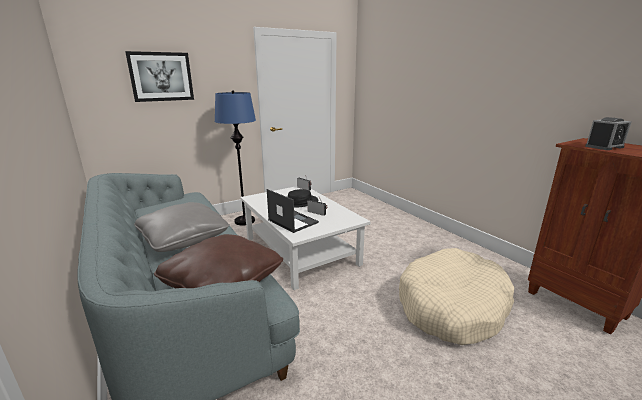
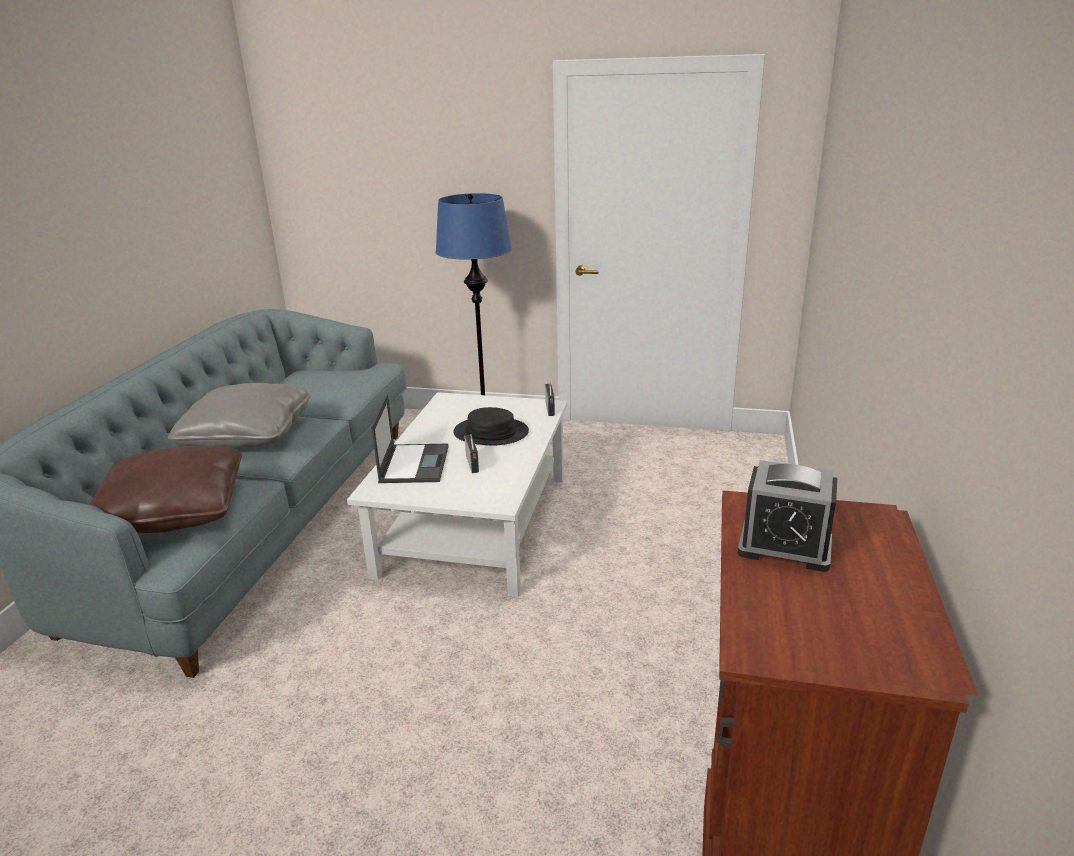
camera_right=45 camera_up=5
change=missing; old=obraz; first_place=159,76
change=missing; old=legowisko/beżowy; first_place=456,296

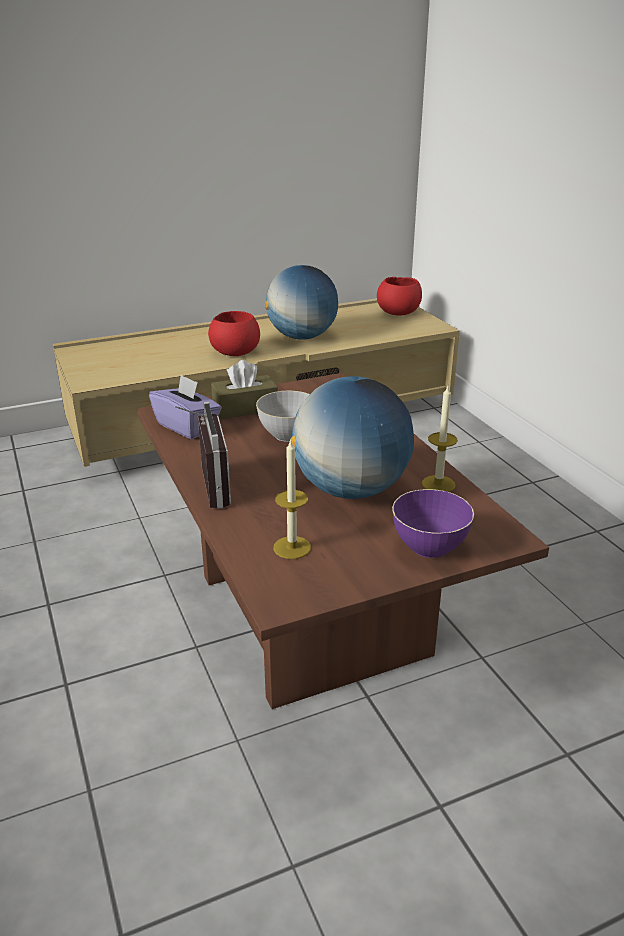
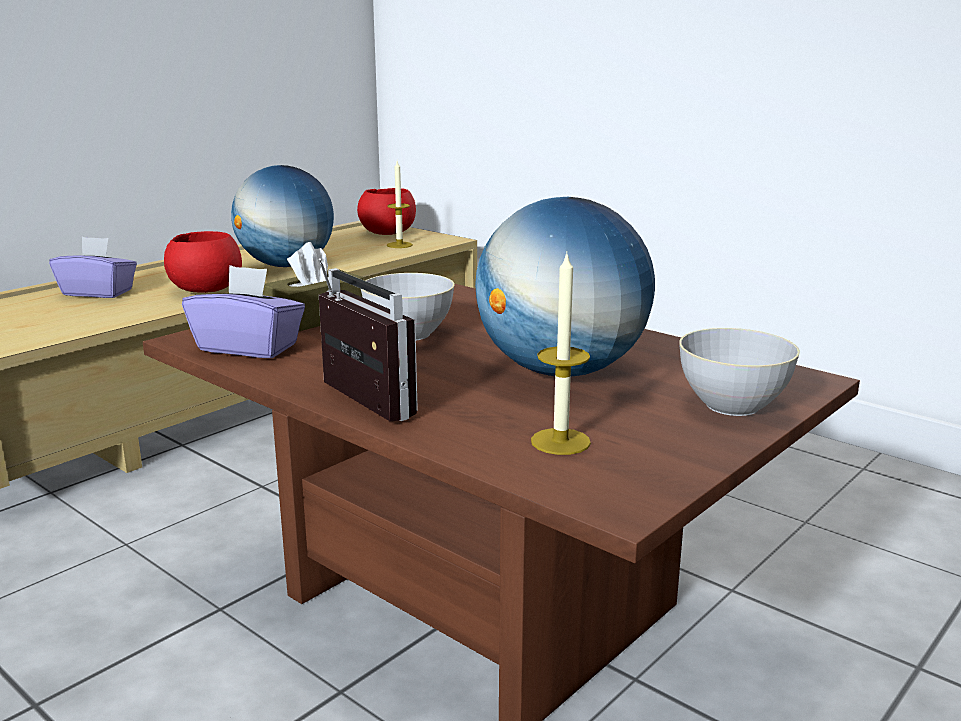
camera_right=-25 camera_up=-10
change=relocated; old=świeca; first_place=440,439; second_place=400,204
change=colour; old=miska/fioletowy; new=miska/szary; first_place=433,523; second_place=739,372
change=appeared; new=pudełko chusteczek/fioletowy; second_place=93,267

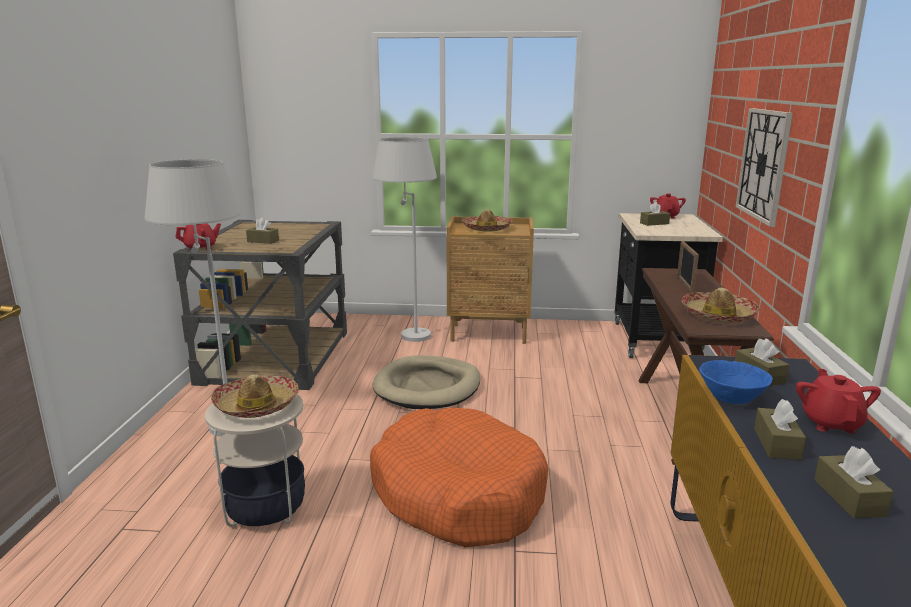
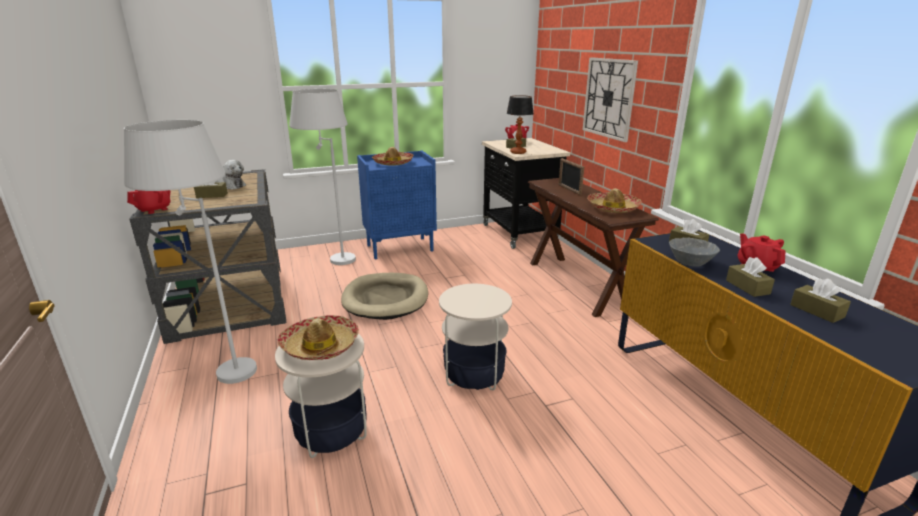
camera_right=-25 camera_up=5
change=colour; old=szafka/brązowy; new=szafka/niebieski; first_place=490,280; second_place=397,204
change=colour; old=miska/niebieski; new=miska/szary; first_place=736,382; second_place=694,252
change=exchanged; old=legowisko/pomarańczowy; new=stolik/beżowy; first_place=459,477; second_place=475,337
change=appeared; new=lampa stołowa; second_place=520,124
change=appeared; new=pluszak; second_place=230,175

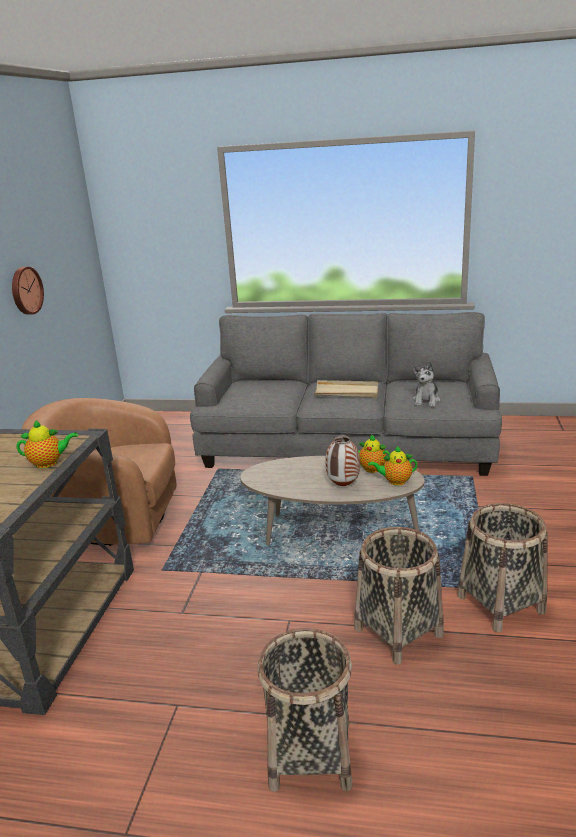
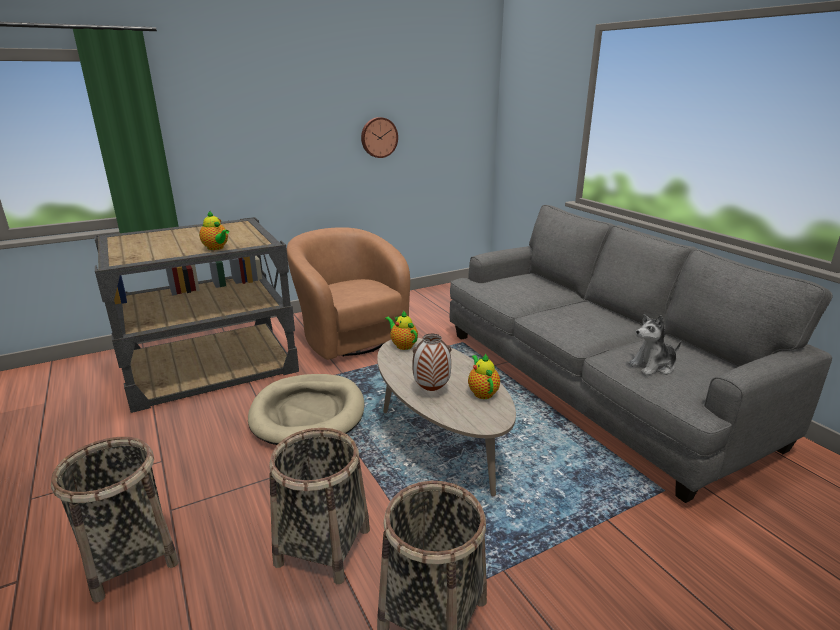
camera_right=50 camera_up=0
change=missing; old=taca/beżowy; first_place=346,389
change=relocated; old=imbryk; first_place=393,465; second_place=401,330
change=appeared; new=legowisko/beżowy; second_place=306,409

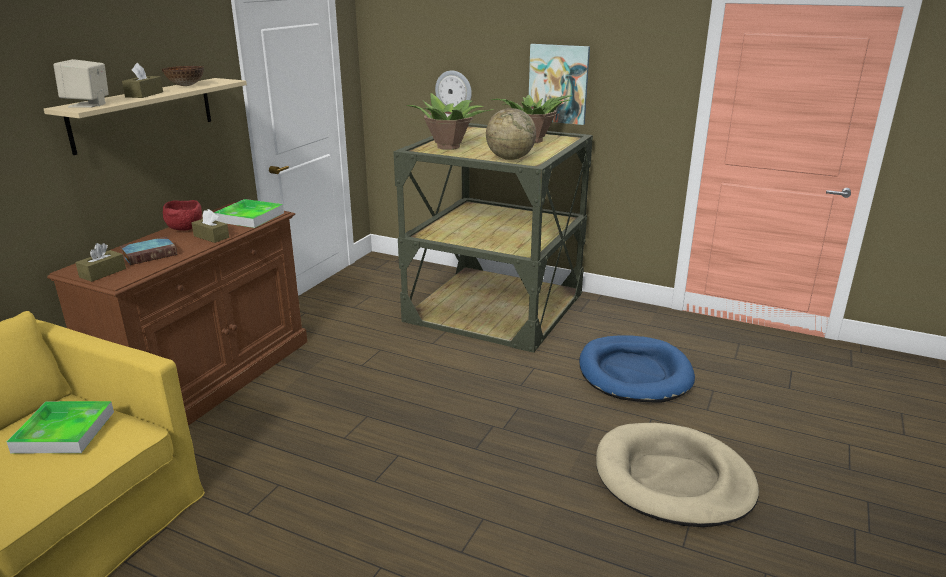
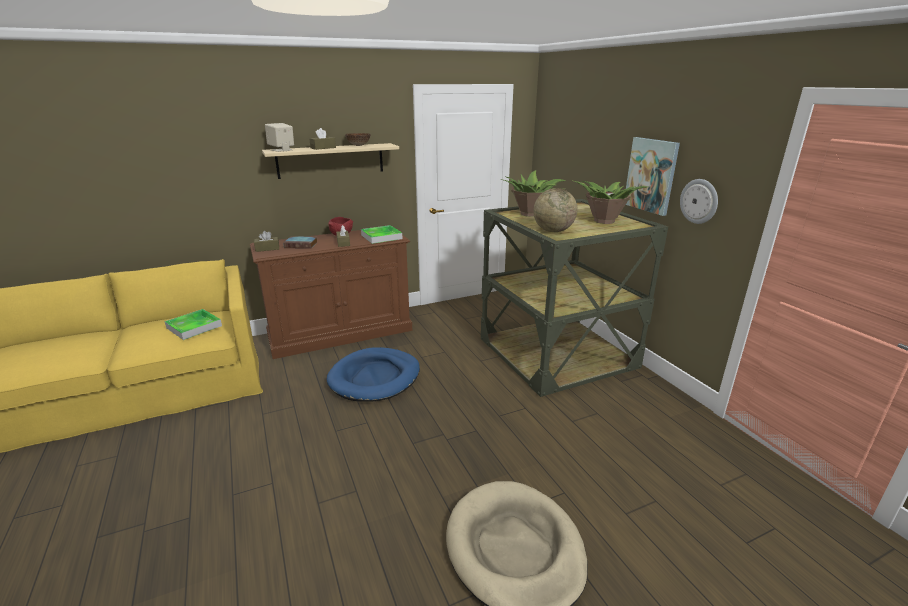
camera_right=40 camera_up=0
change=relocated; old=zegar ścienny; first_place=453,89; second_place=699,201
change=relocated; old=legowisko/niebieski; first_place=637,369; second_place=373,374

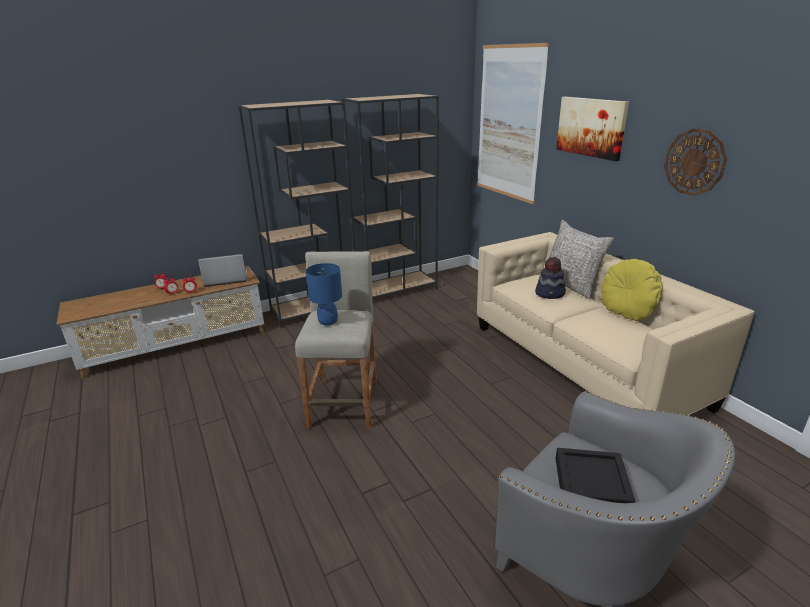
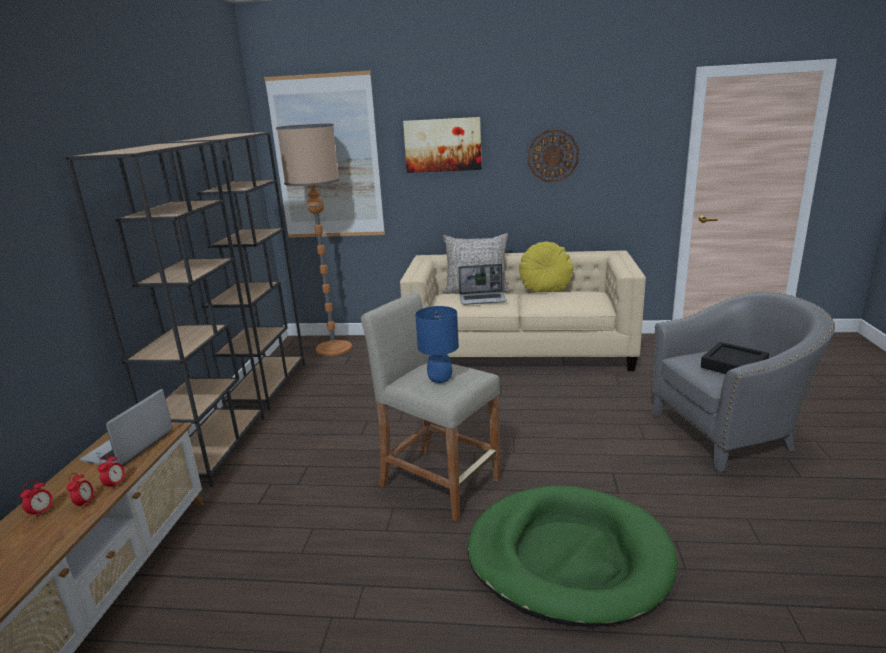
camera_right=-55 camera_up=-5
change=exchanged; old=kapelusz; new=laptop; first_place=550,278; second_place=482,284
change=appeared; new=lampa stojąca; second_place=314,239
change=appeared; new=legowisko/zielony; second_place=573,556

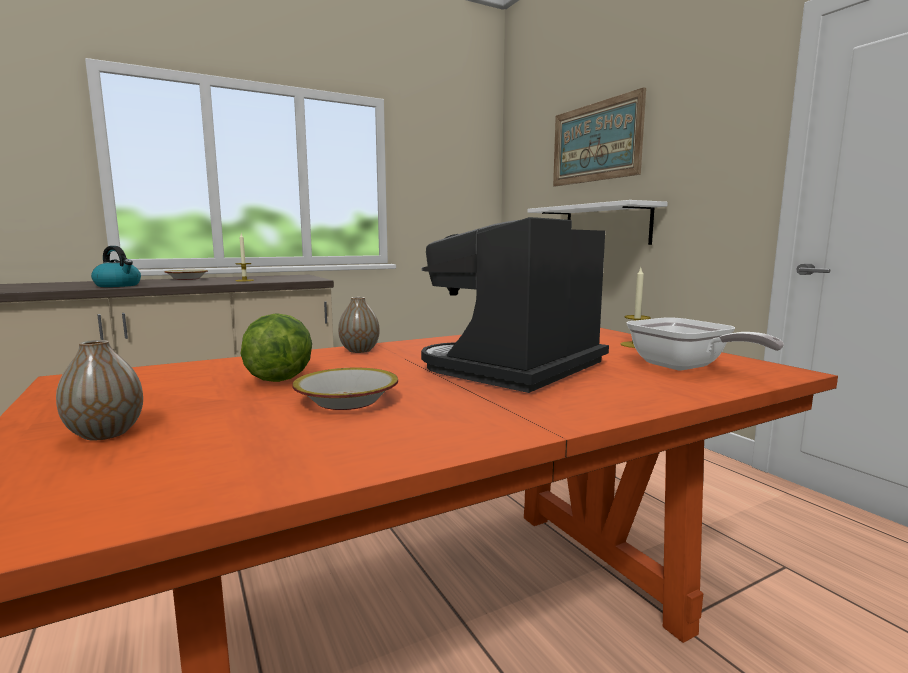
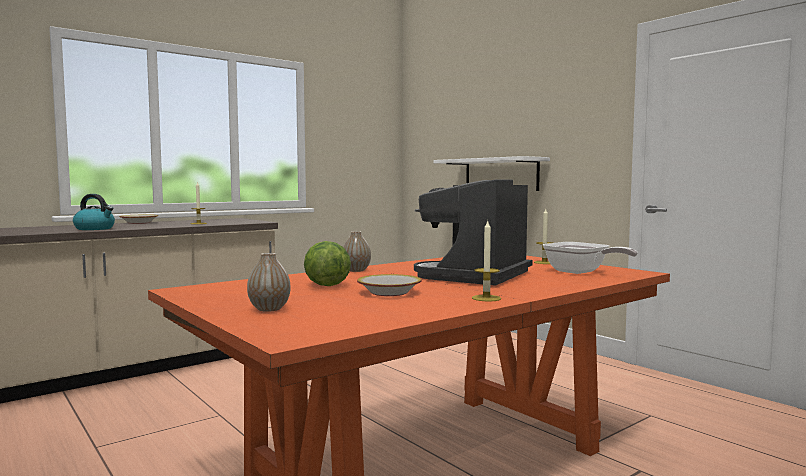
camera_right=-10 camera_up=-5
change=missing; old=obraz; first_place=599,137
change=appeared; new=świeca; second_place=486,261

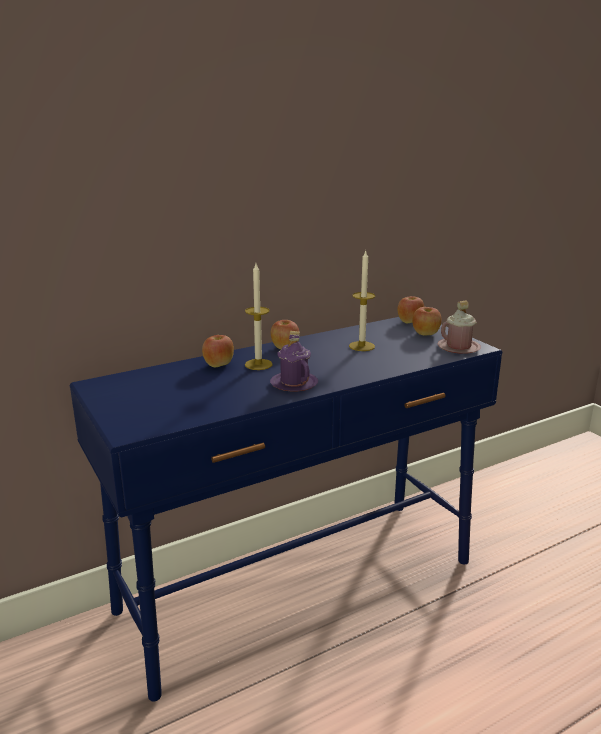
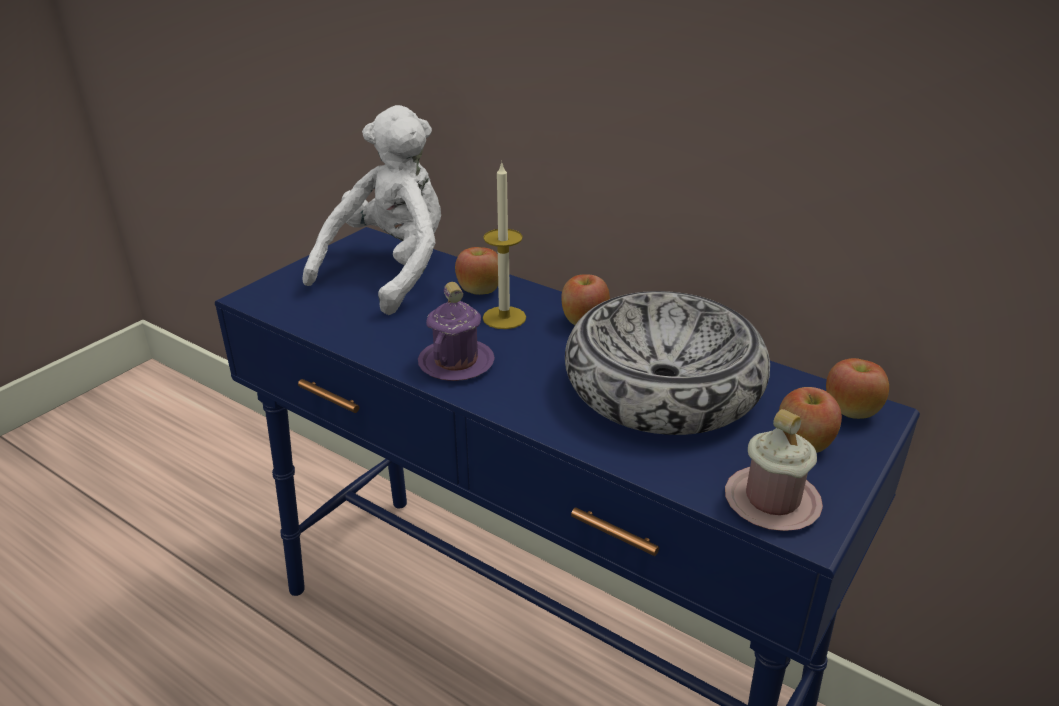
camera_right=65 camera_up=10
change=exchanged; old=świeca; new=miska; first_place=362,301; second_place=667,363
change=appeared; new=pluszak/biały; second_place=371,210

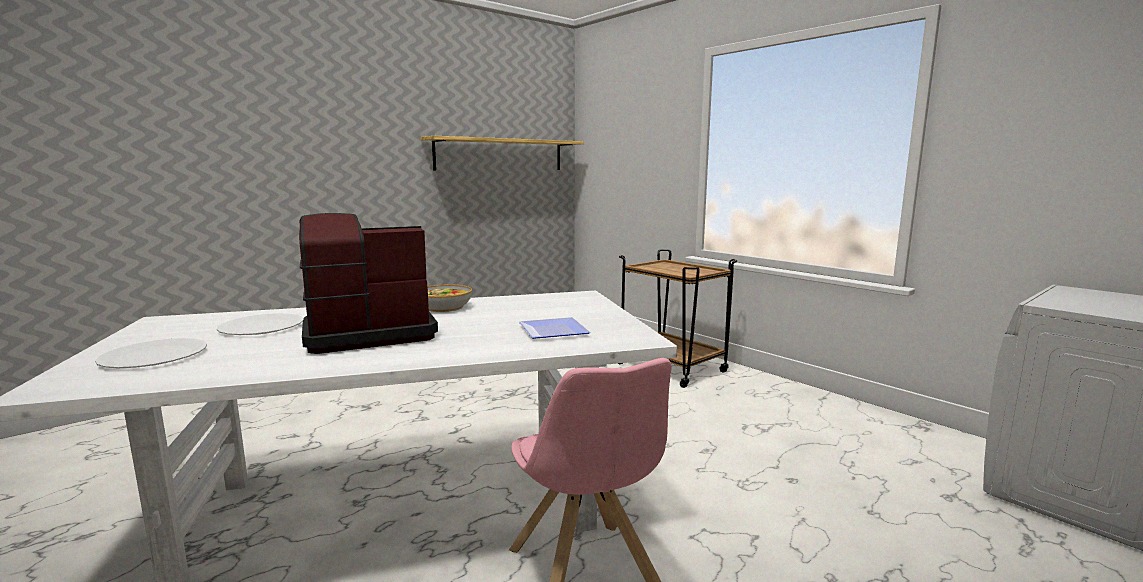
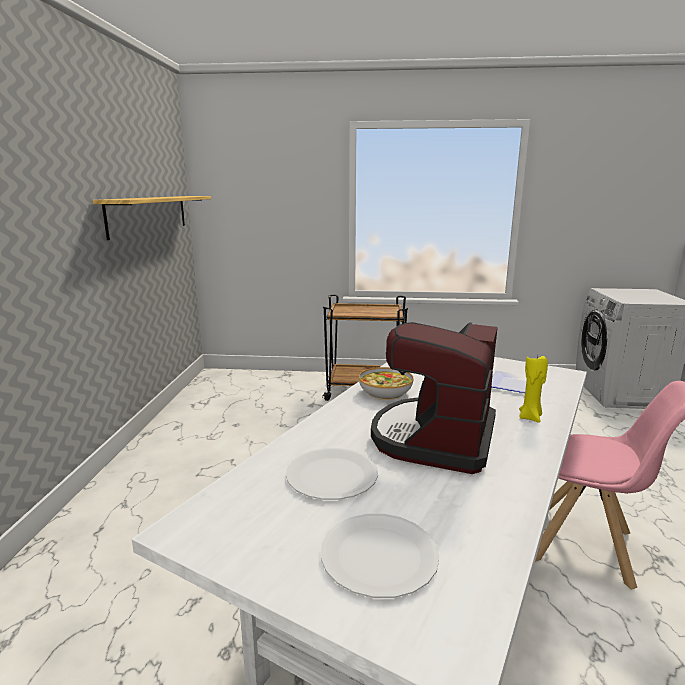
camera_right=-45 camera_up=5
change=appeared; new=świeca/żółty; second_place=533,389

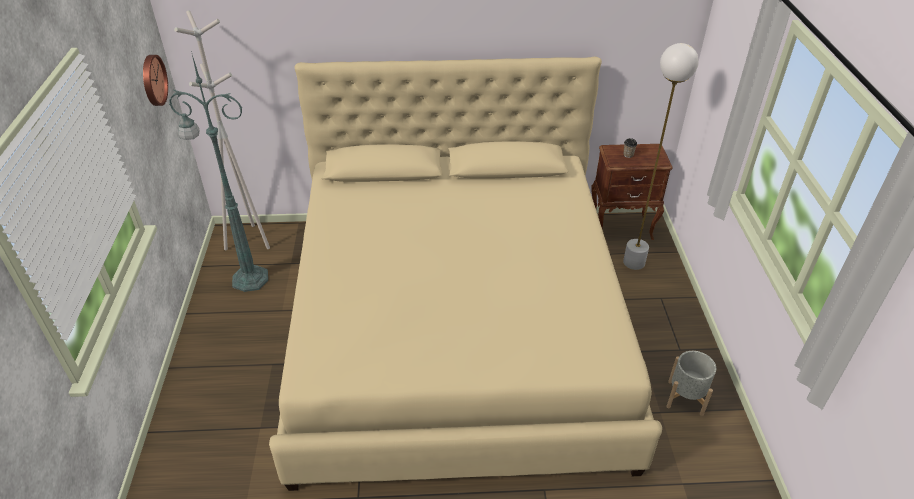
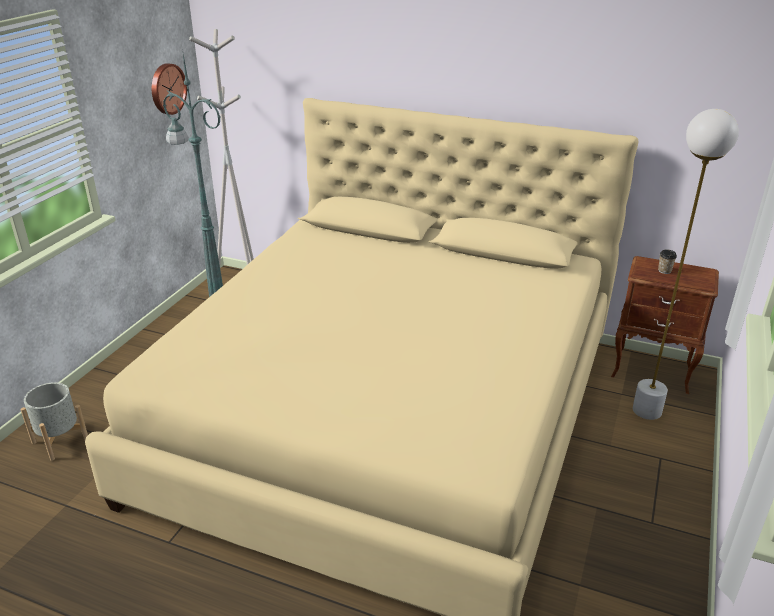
camera_right=25 camera_up=-10
change=relocated; old=donica/szary; first_place=691,383; second_place=54,421

